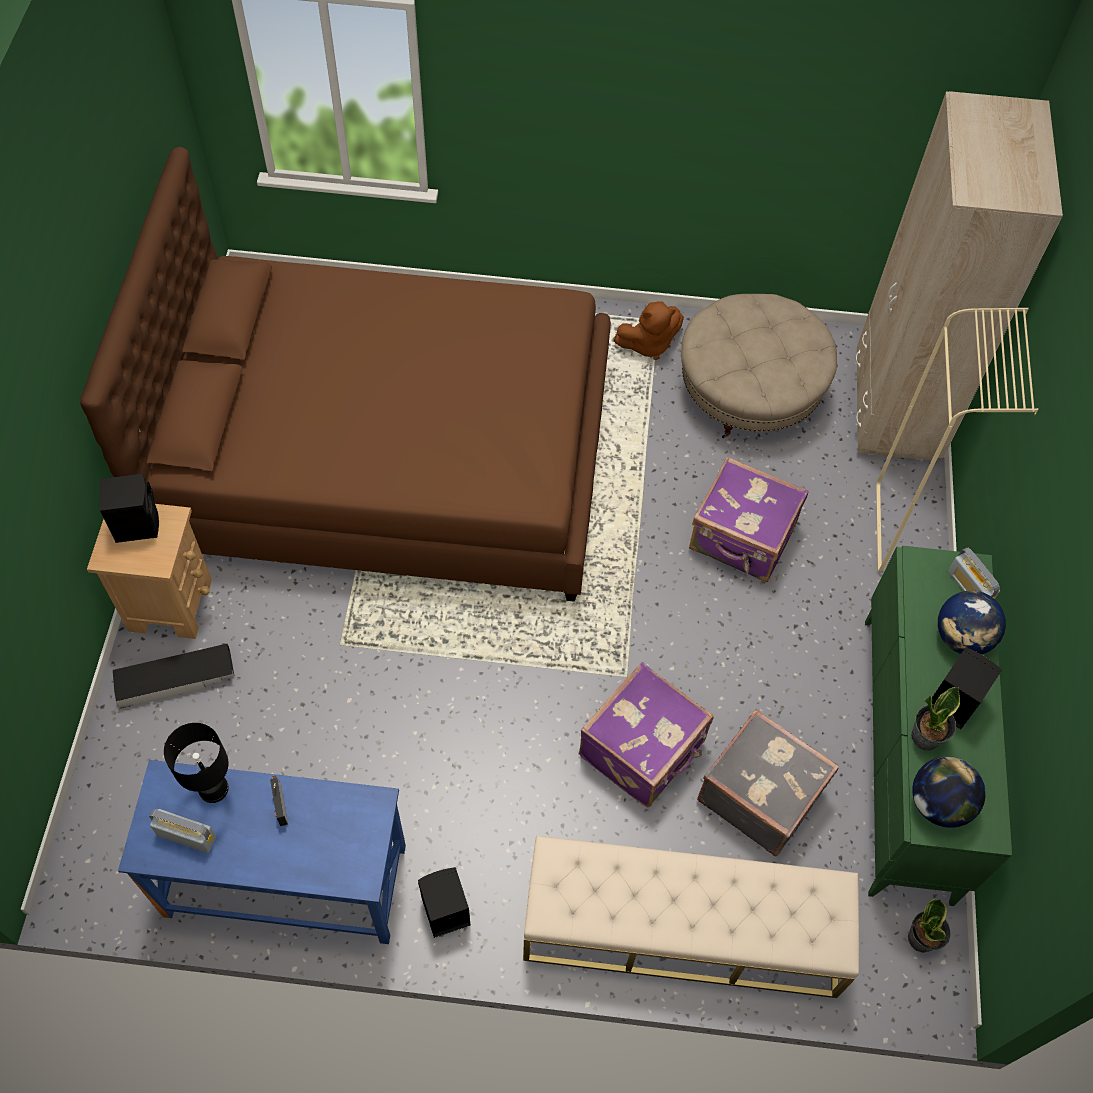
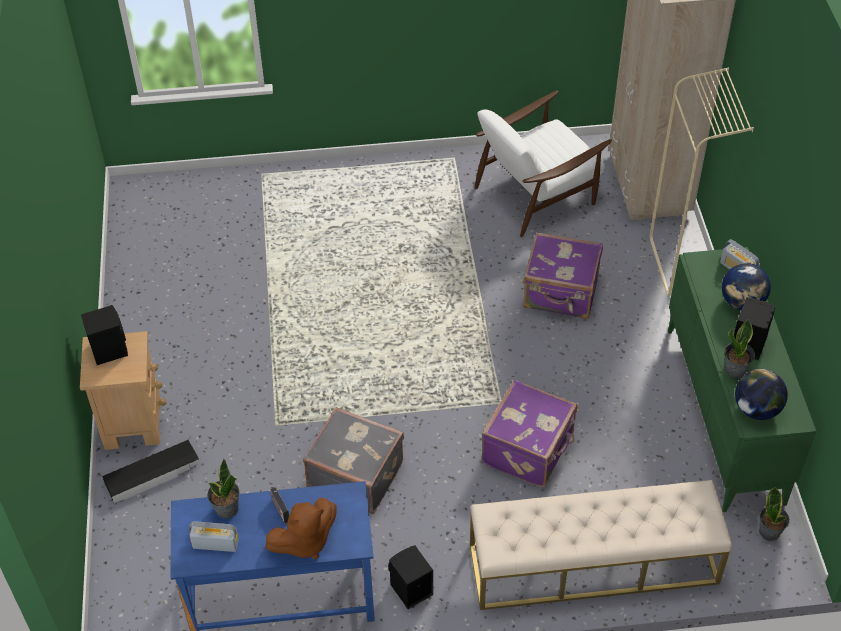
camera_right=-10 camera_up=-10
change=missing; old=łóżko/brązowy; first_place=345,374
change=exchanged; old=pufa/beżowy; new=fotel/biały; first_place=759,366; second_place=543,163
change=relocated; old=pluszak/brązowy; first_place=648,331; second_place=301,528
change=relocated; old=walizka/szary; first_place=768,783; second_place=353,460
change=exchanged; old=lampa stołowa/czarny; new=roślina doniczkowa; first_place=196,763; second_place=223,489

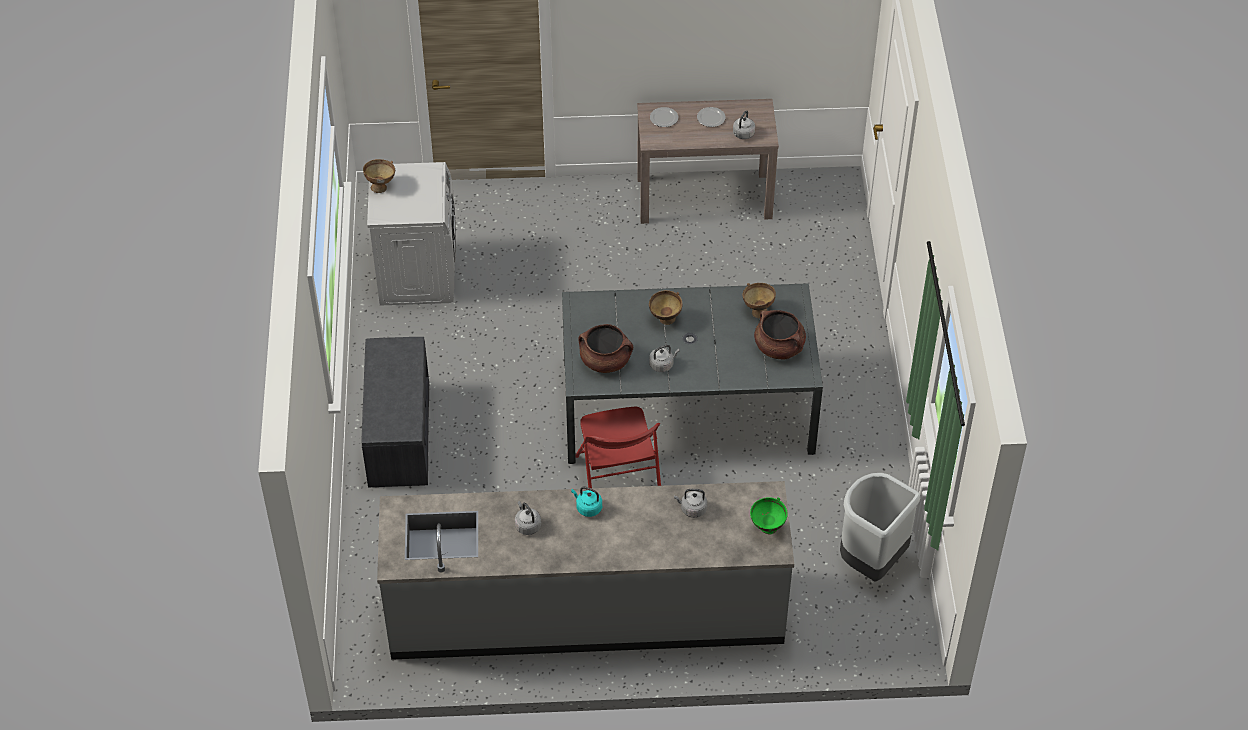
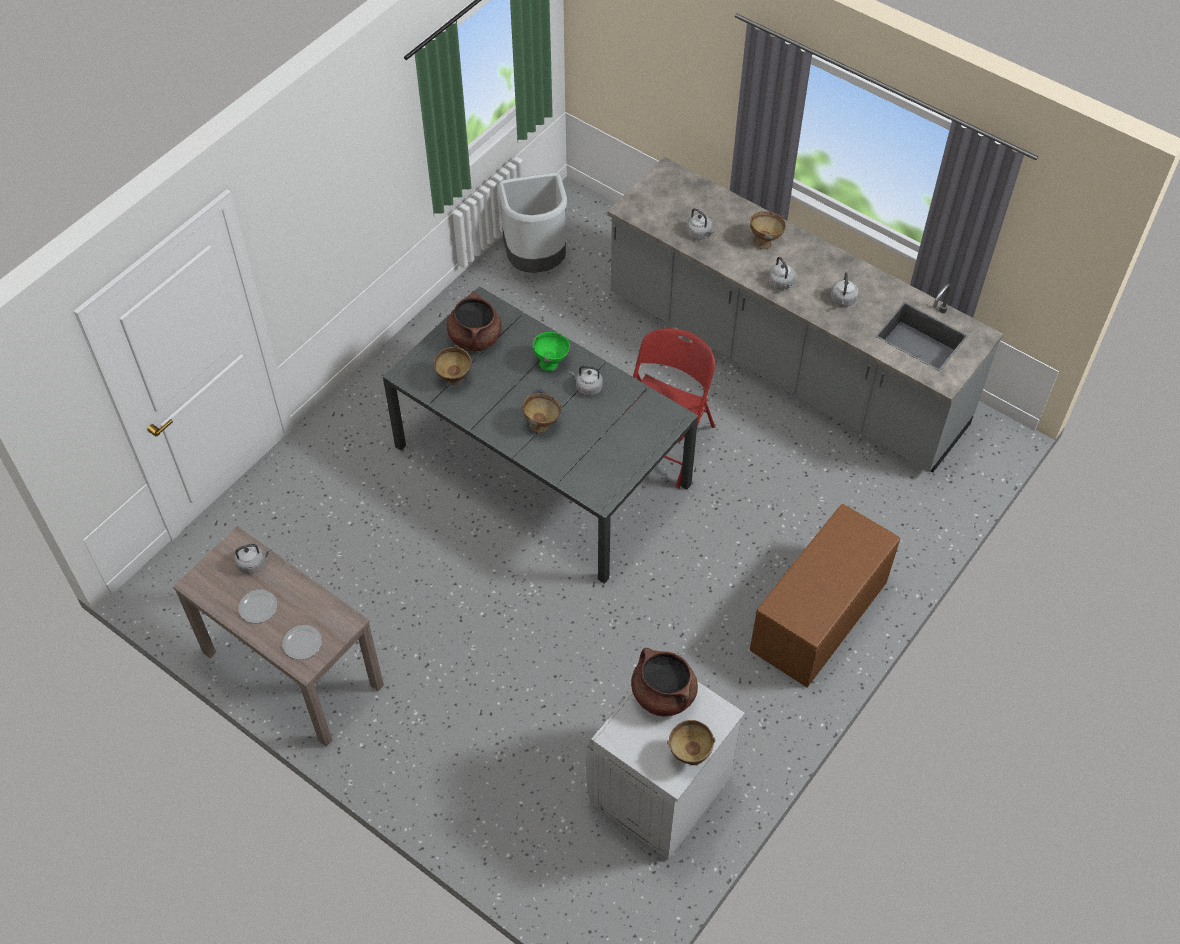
camera_right=-140 camera_up=5
change=relocated; old=garnek/brązowy; first_place=605,348; second_place=664,682
change=colour; old=ławka/szary; new=ławka/brązowy; first_place=395,412; second_place=825,596
change=colour; old=czajnik/turkusowy; new=czajnik/szary; first_place=586,501; second_place=781,273
change=relocated; old=miska/zielony; first_place=769,516; second_place=551,351
change=appeared; new=miska/brązowy; second_place=768,230

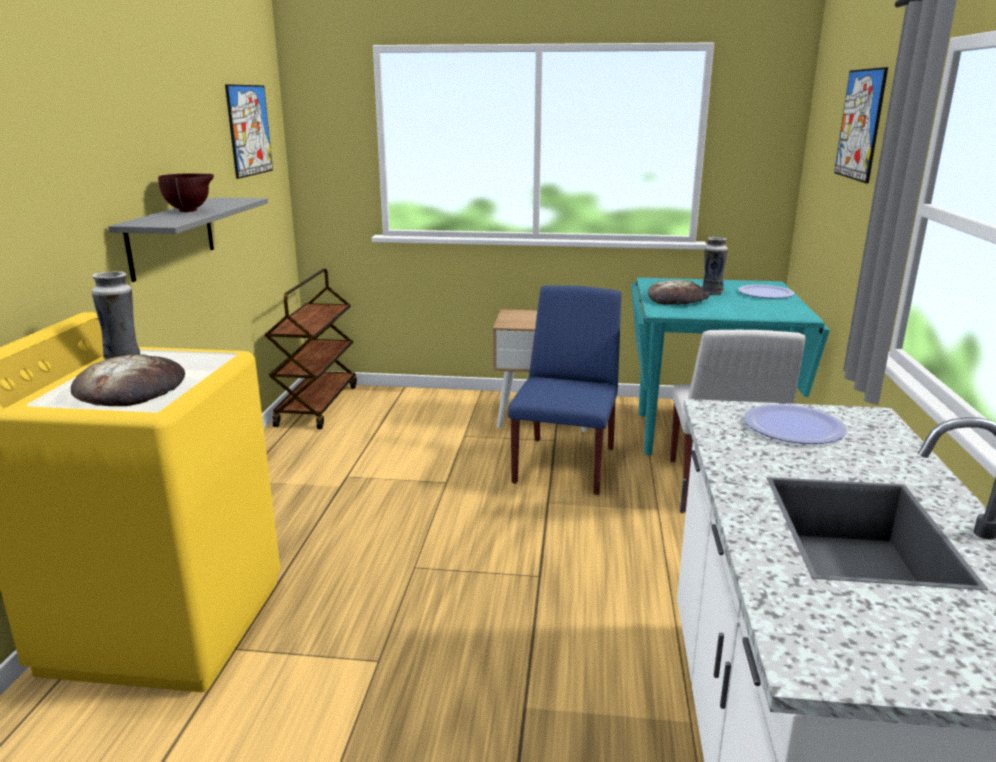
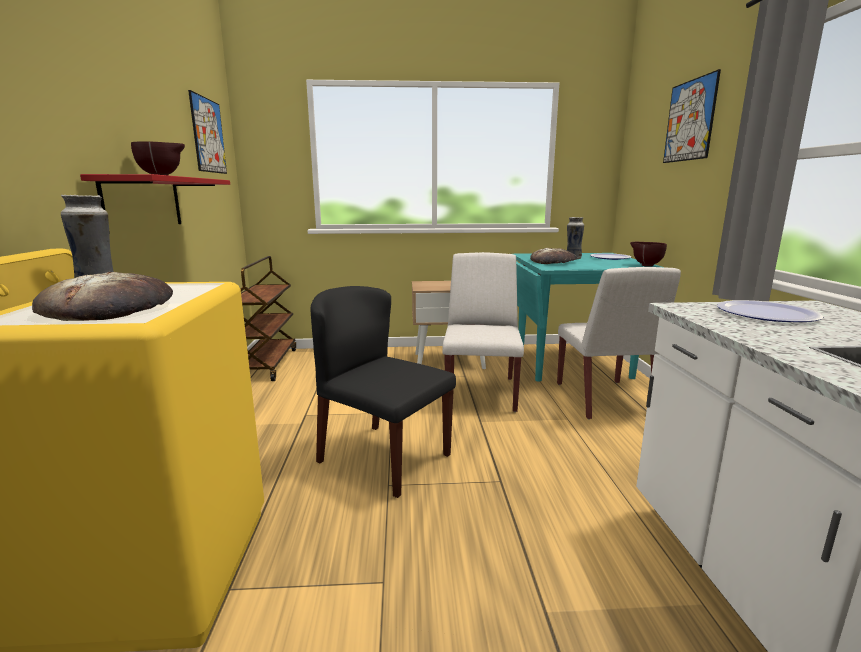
camera_right=-10 camera_up=-5
change=colour; old=półka/szary; new=półka/czerwony; first_place=188,239; second_place=155,204
change=colour; old=krzesło/niebieski; new=krzesło/biały; first_place=564,390; second_place=483,332
change=appeared; new=miska/brązowy; second_place=648,254
change=appeared; new=krzesło/czarny; second_place=383,392

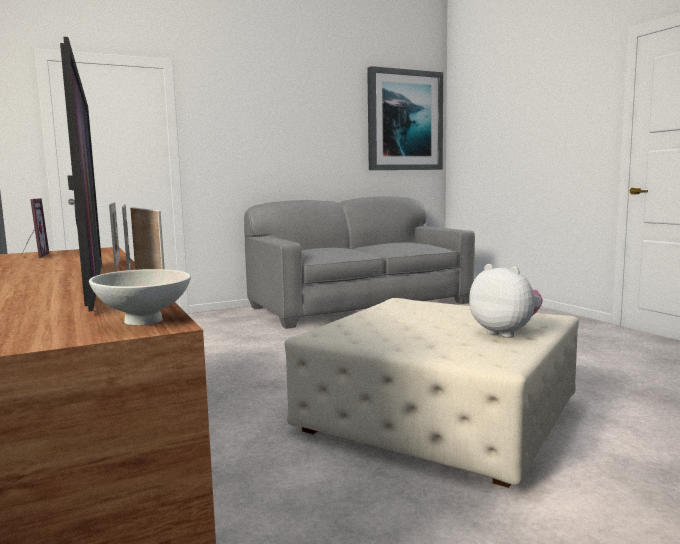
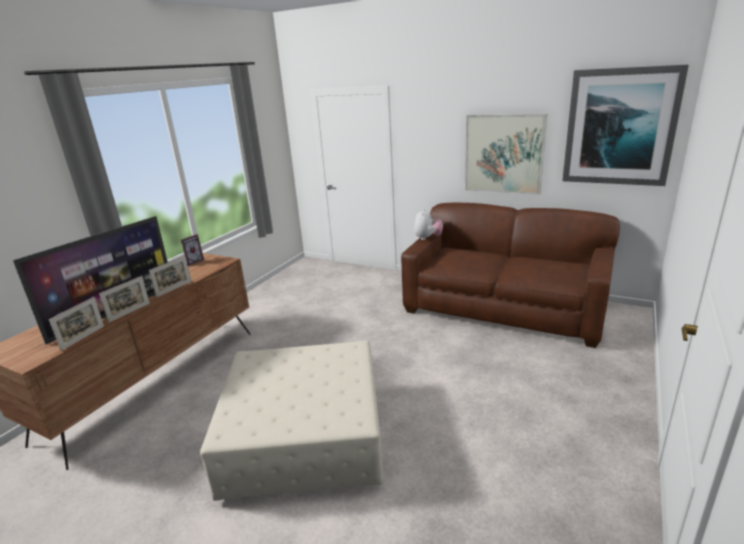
camera_right=55 camera_up=15
change=colour; old=kanapa/szary; new=kanapa/brązowy; first_place=359,262; second_place=510,275
change=relocated; old=pluszak; first_place=506,301; second_place=428,224
change=missing; old=miska/biały; first_place=140,297
change=appeared; new=obraz; second_place=506,154

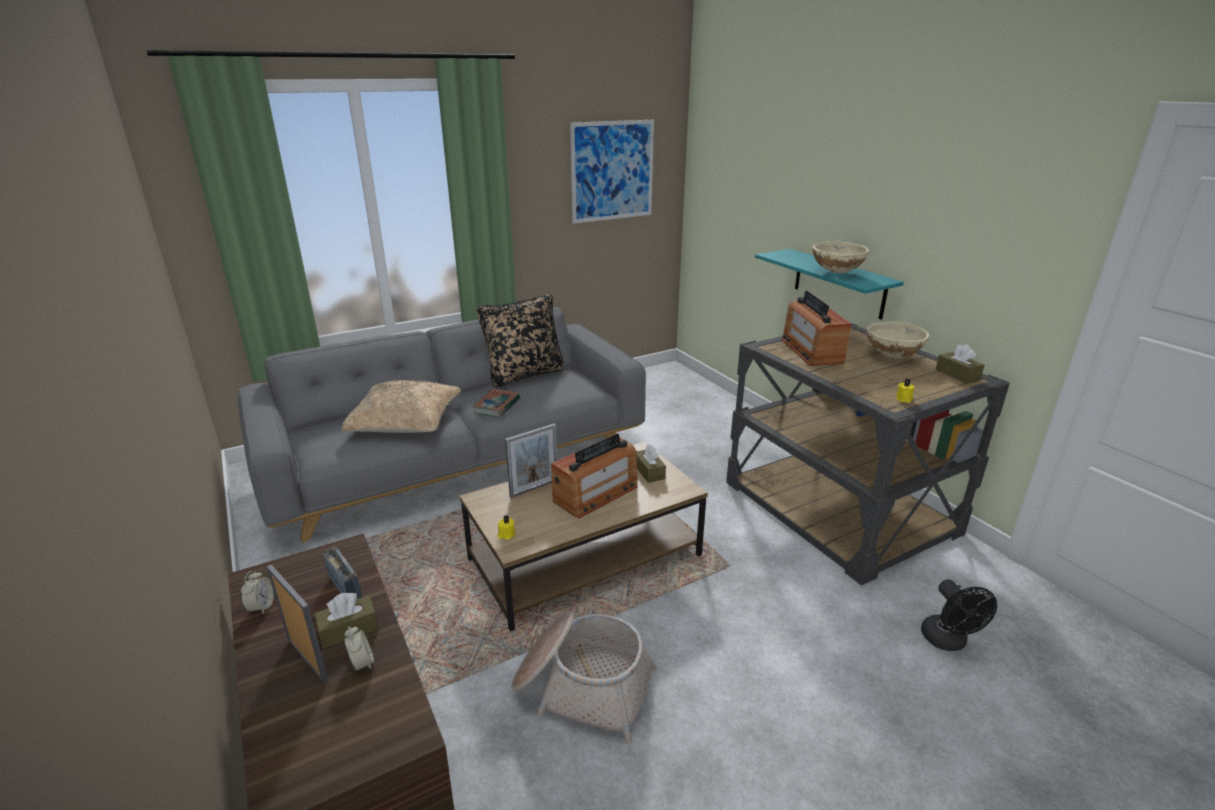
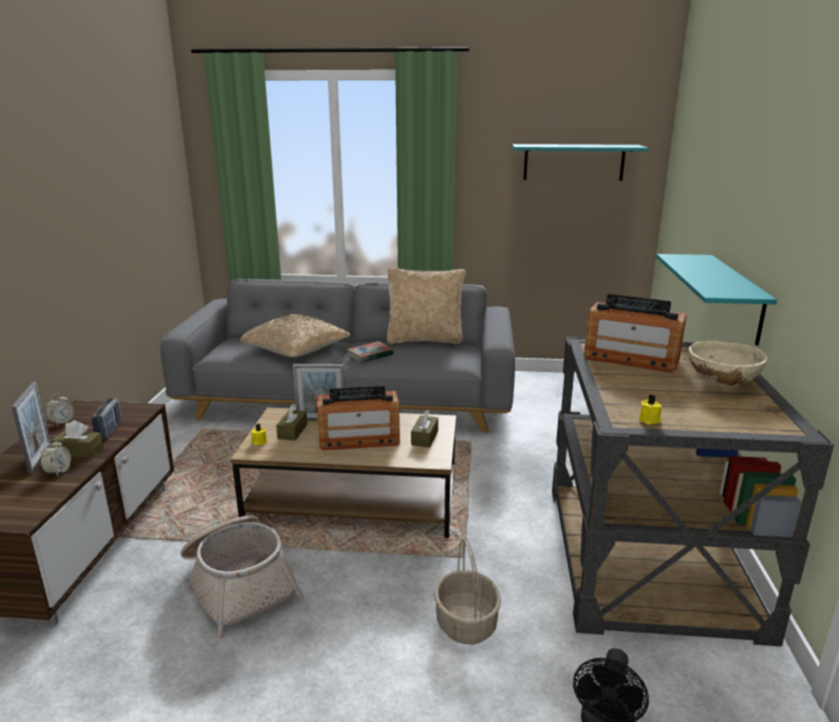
camera_right=35 camera_up=-5
change=exchanged; old=obraz; new=półka/turkusowy; first_place=612,172; second_place=580,162
change=missing; old=miska/beżowy; first_place=840,257
change=spun; old=radio; first_place=816,328; second_place=635,333; degrees=-90
change=colour; old=poduszka/czarny; new=poduszka/beżowy; first_place=520,341; second_place=426,306
change=relocated; old=pudełko chusteczek/brązowy; first_place=960,363; second_place=291,422
change=appeared; new=koszyk; second_place=467,590

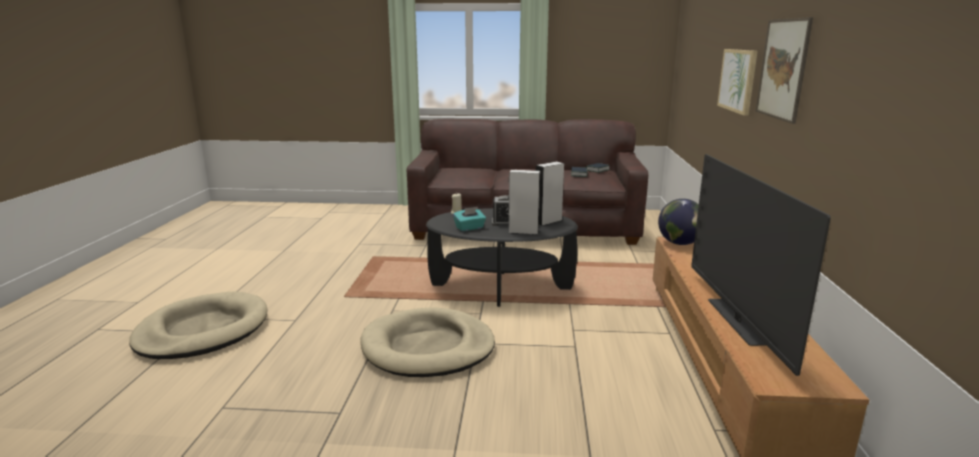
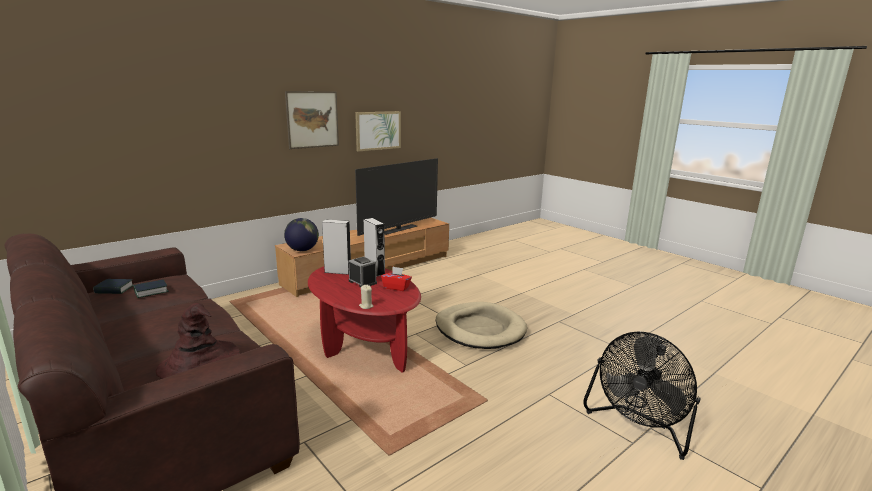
camera_right=-135 camera_up=0
change=relocated; old=obraz; first_place=737,82; second_place=378,131
change=colour; old=pudełko chusteczek/turkusowy; new=pudełko chusteczek/czerwony; first_place=469,219; second_place=396,279
change=colour; old=ława/czarny; new=ława/czerwony; first_place=502,257; second_place=364,320
change=exchanged; old=legowisko/beżowy; new=wentylator/czarny; first_place=198,325; second_place=642,396
change=appeared; new=kapelusz/brązowy; second_place=198,341

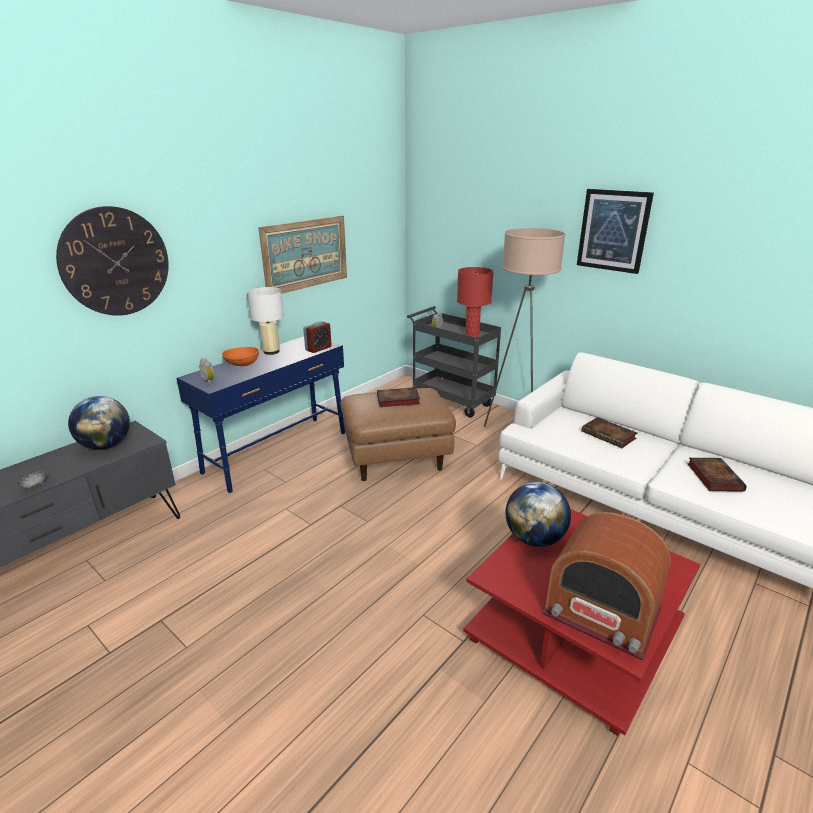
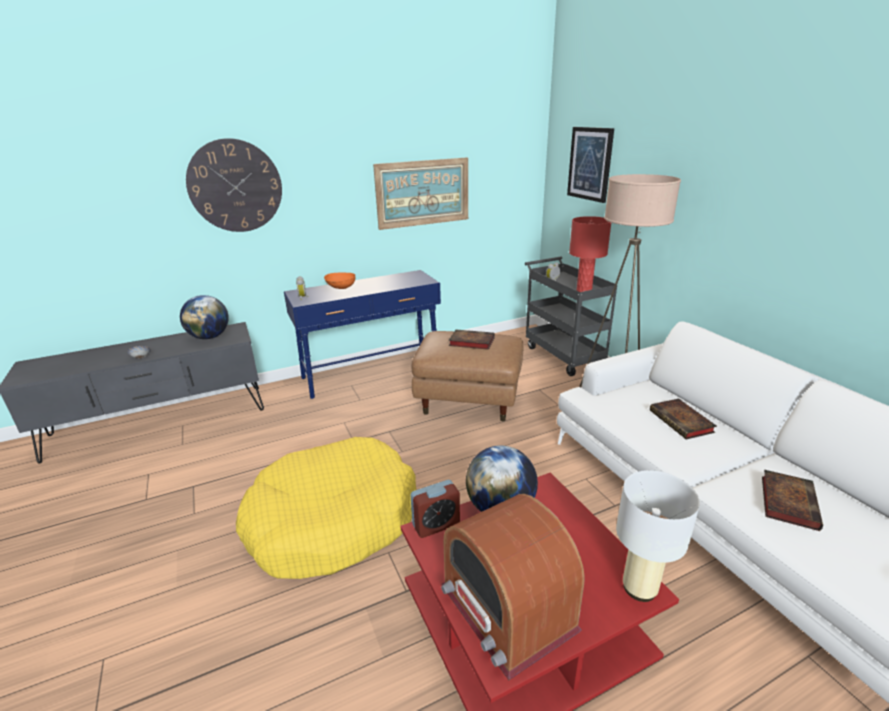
camera_right=25 camera_up=0
change=relocated; old=obraz; first_place=615,231; second_place=590,165
change=relocated; old=lampa stołowa/biały; first_place=265,321; second_place=658,536
change=relocated; old=budzik; first_place=317,337; second_place=435,509
change=appeared; new=legowisko/żółty; second_place=326,508

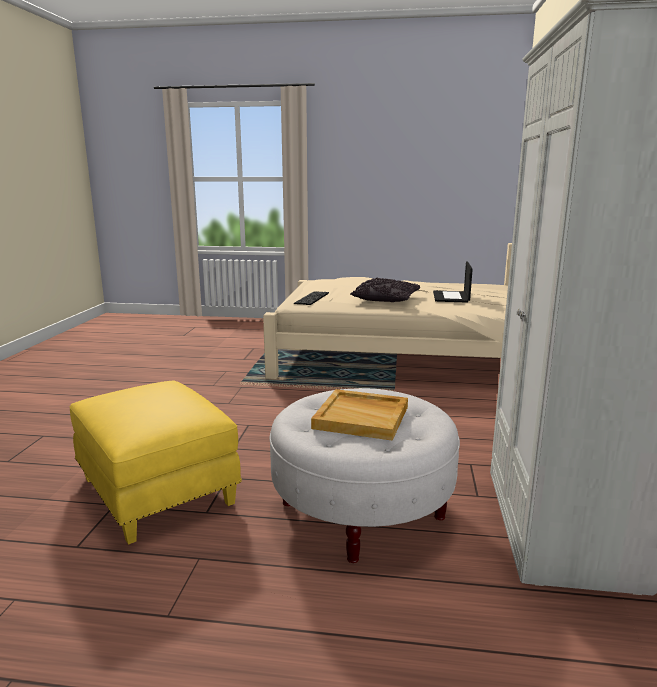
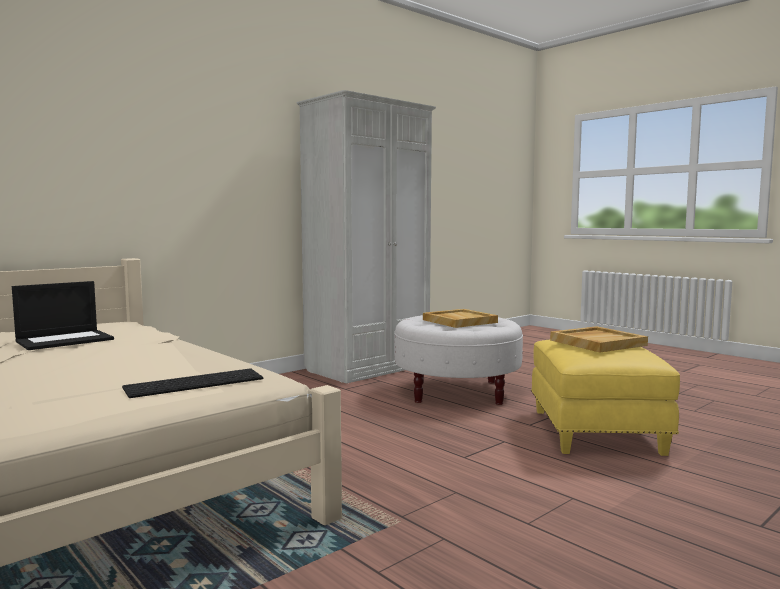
camera_right=-140 camera_up=-10
change=missing; old=poduszka/czarny; first_place=385,290
change=appeared; new=taca/beżowy; second_place=599,339

